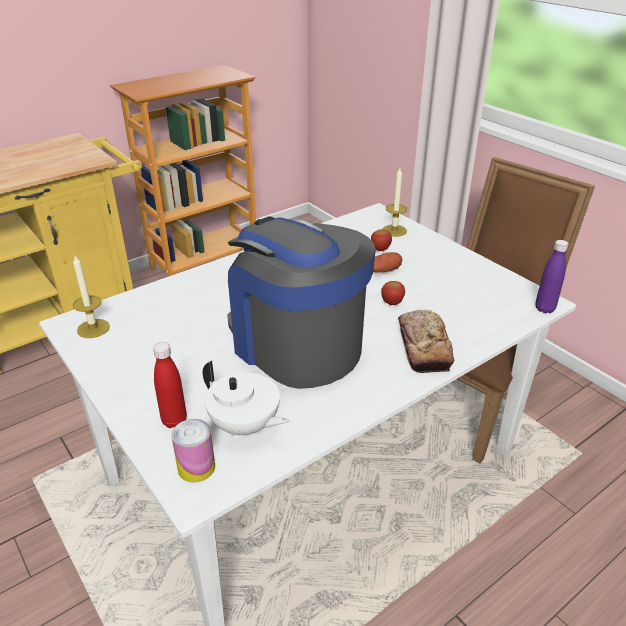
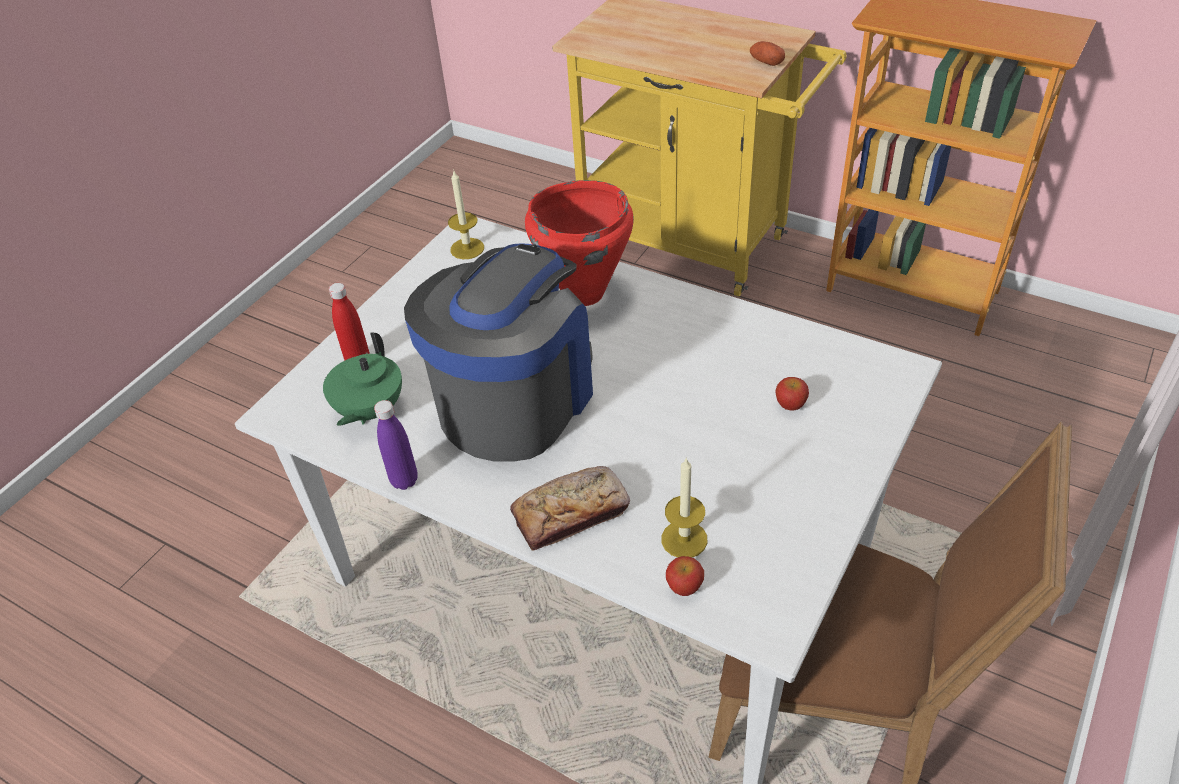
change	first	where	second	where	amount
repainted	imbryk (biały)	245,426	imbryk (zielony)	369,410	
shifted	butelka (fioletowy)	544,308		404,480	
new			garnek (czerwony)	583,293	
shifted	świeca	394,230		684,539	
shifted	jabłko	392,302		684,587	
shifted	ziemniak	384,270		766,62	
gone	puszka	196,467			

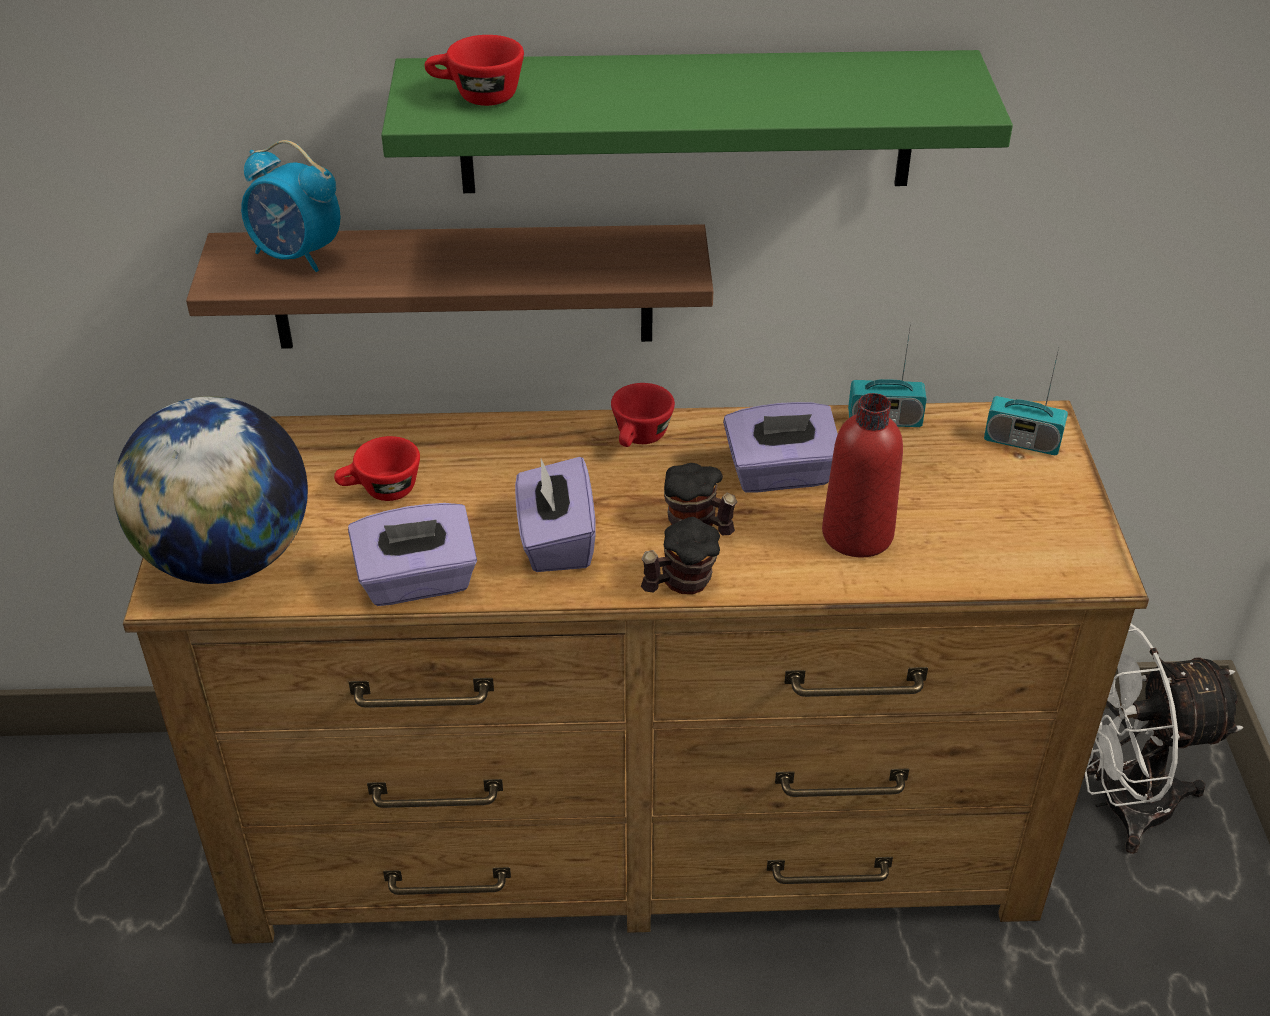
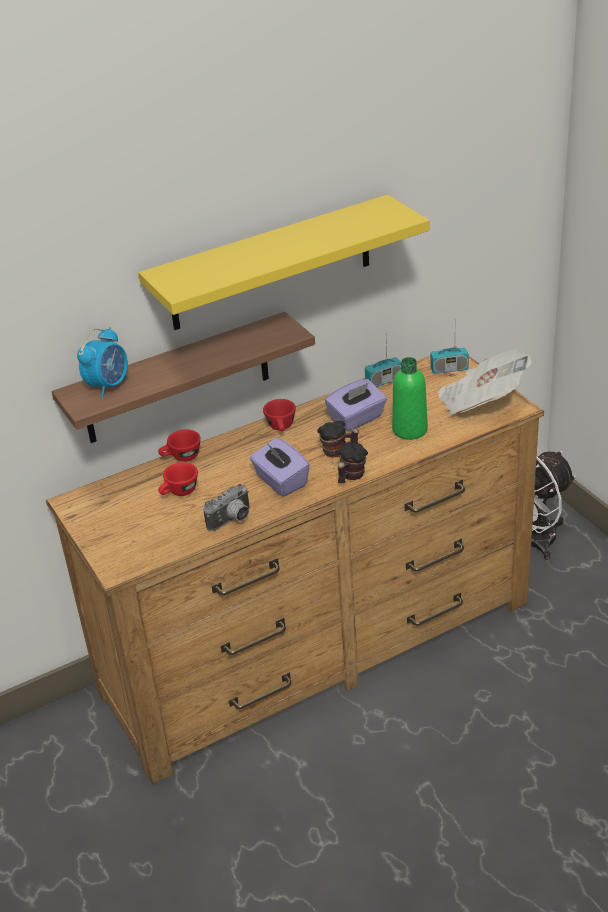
change	first	where	second	where	amount
rotated	budzik	297,256		108,385	60 degrees counterclockwise
repainted	półka (zielony)	687,122	półka (żółty)	271,264	
shifted	filiżanka (czerwony)	476,96		181,457	
swapped	pudełko chusteczek (fioletowy)	417,582	aparat fotograficzny	232,521	
repainted	butelka (czerwony)	857,534	butelka (zielony)	410,430	
new			gazeta	481,402	
gone	globus	228,558			

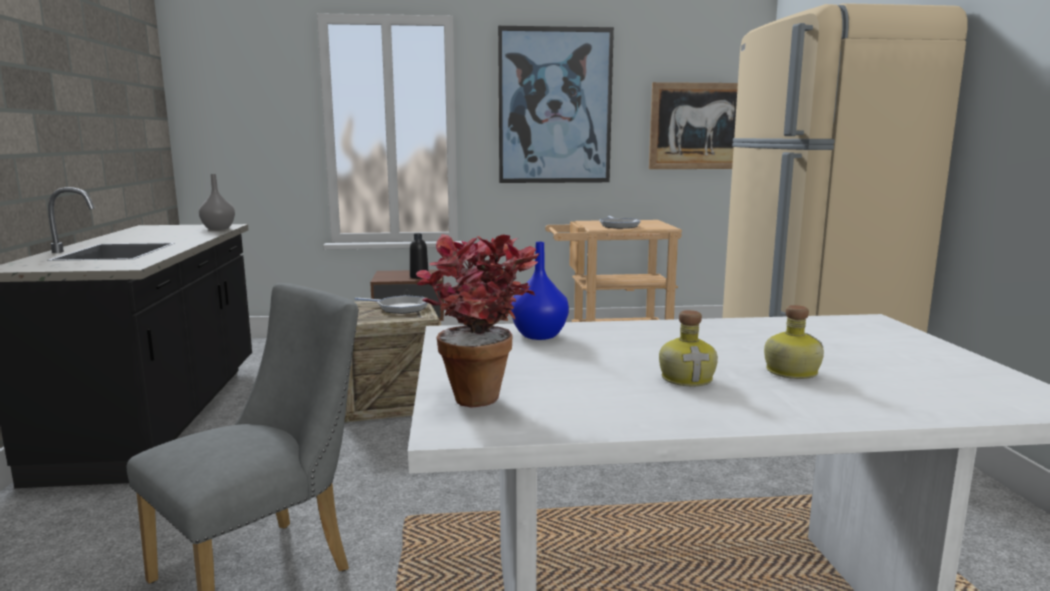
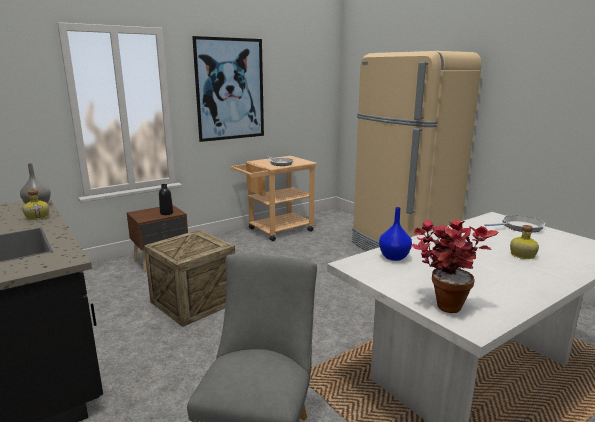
change	first	where	second	where	amount
shifted	butelka	687,378		38,217	
shifted	patelnia	400,308		519,227	
gone	obraz	698,126			

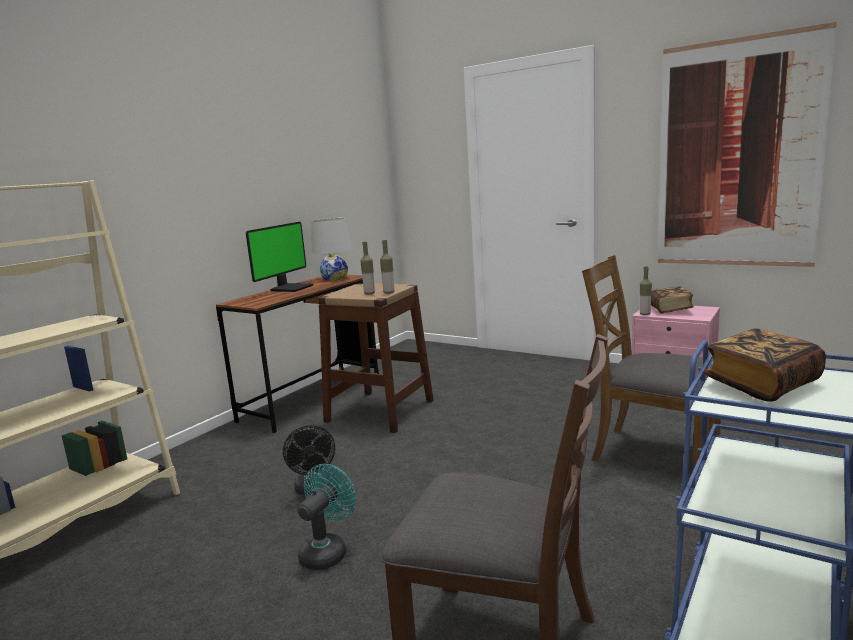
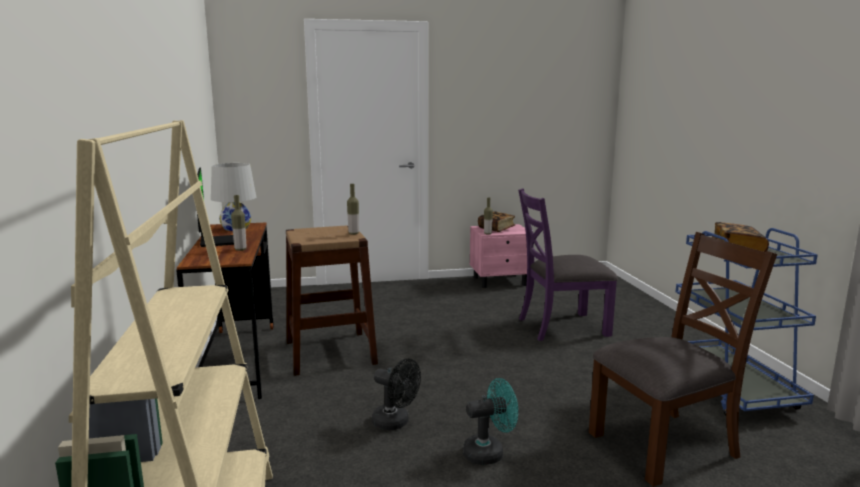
change	first	where	second	where	amount
shifted	butelka	369,293		240,249	
rotated	wentylator (turkusowy)	327,551		489,452	90 degrees clockwise
repainted	krzesło (brązowy)	653,453	krzesło (fioletowy)	562,326	
gone	obraz	737,155			

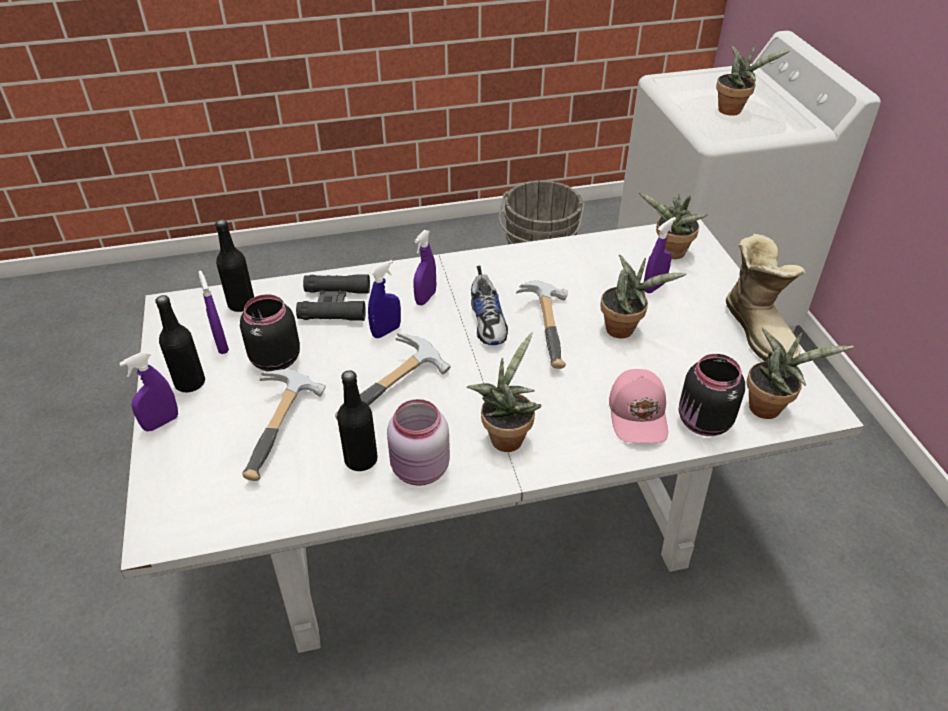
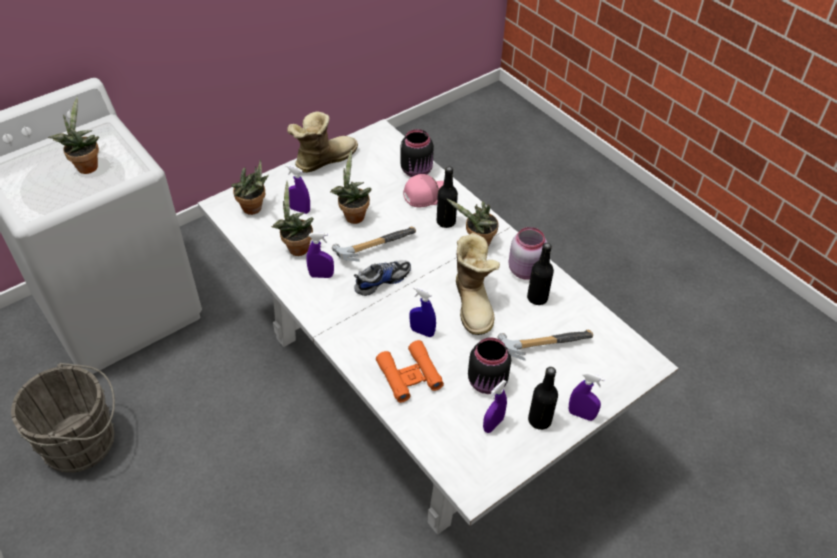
change	first	where	second	where	amount
shifted	roślina doniczkowa	769,406		296,247	
shifted	spryskiwacz (fioletowy)	425,298		321,275	
repainted	lornetka (czarny)	335,304	lornetka (pomarańczowy)	409,375	
shifted	butelka (czarny)	241,304		446,222	
swapped	młotek	396,391	but z cholewką	474,304	

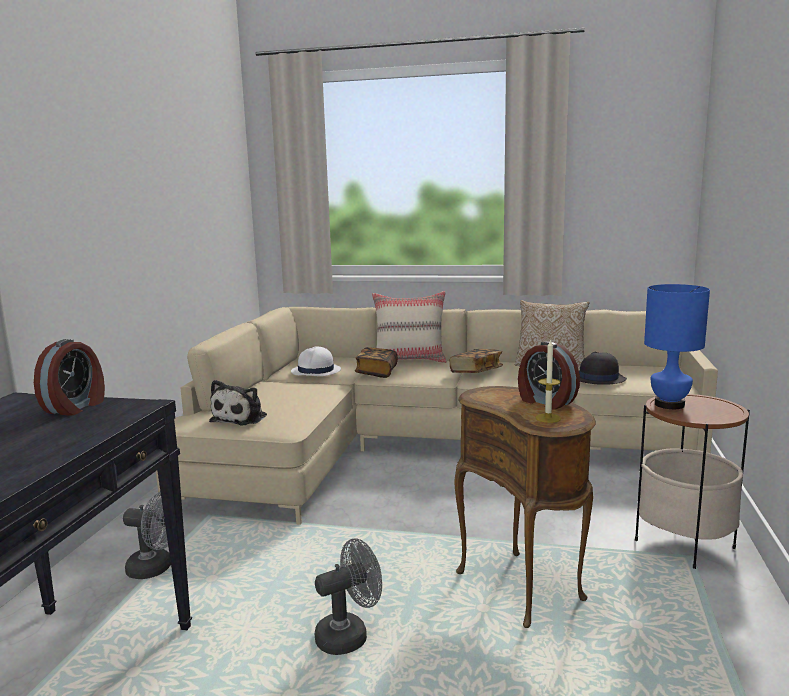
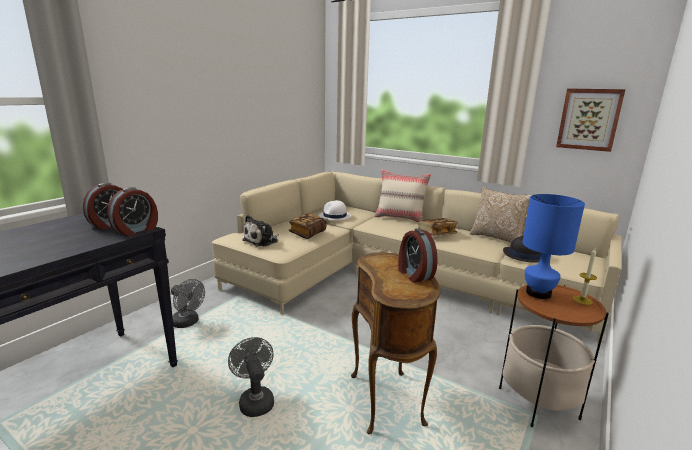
change	first	where	second	where	amount
new			budzik	136,230	
rotated	wentylator (szary)	349,635		255,400	105 degrees counterclockwise
shifted	książka	376,372		307,233	
new			obraz	589,119	
shifted	świeca	548,418		582,300	

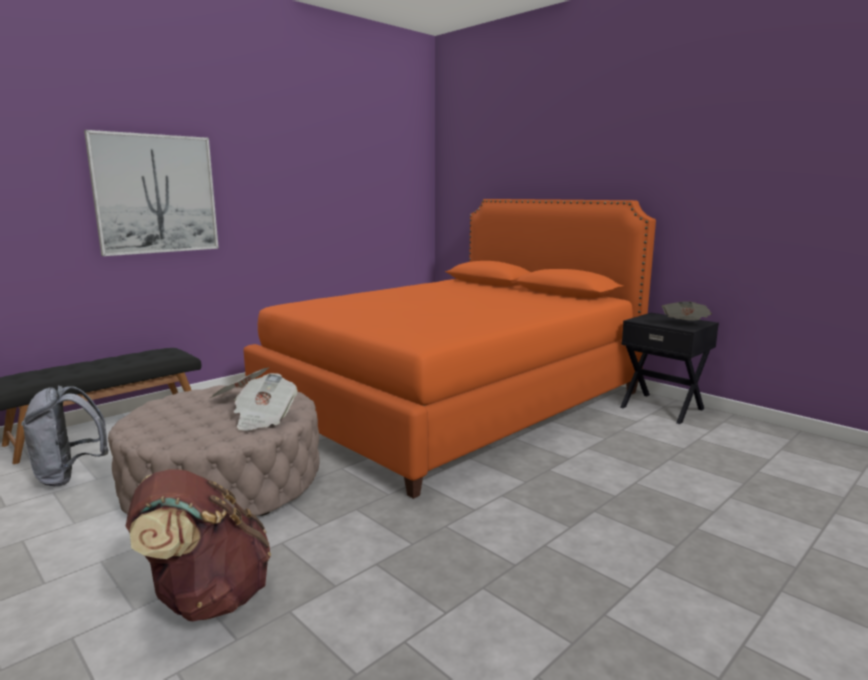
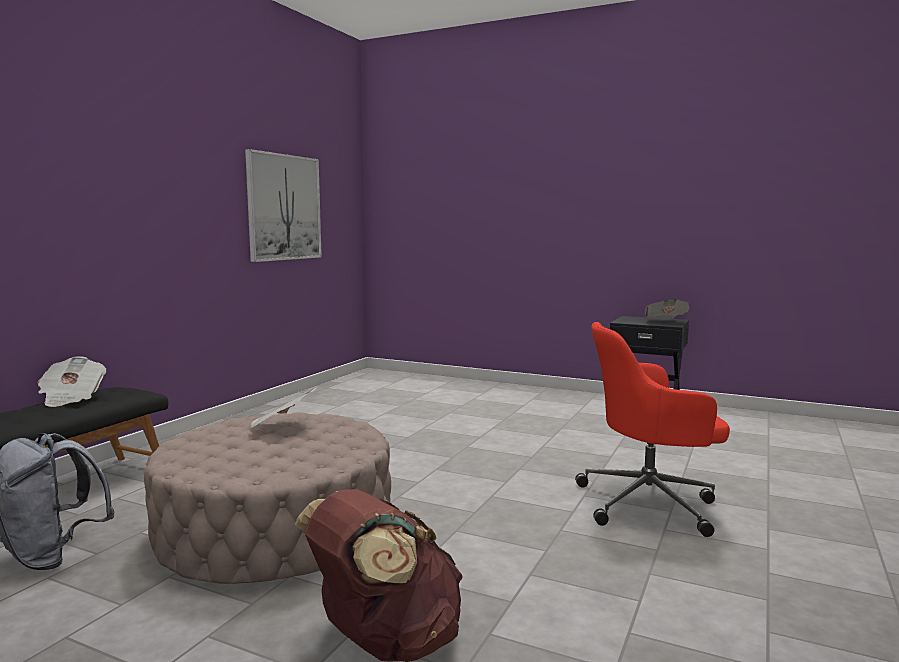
change	first	where	second	where	amount
shifted	gazeta	264,418		71,398	
shifted	obraz	156,194		284,207	
new			krzesło biurowe (czerwony)	650,503	
gone	łóżko (pomarańczowy)	453,402			

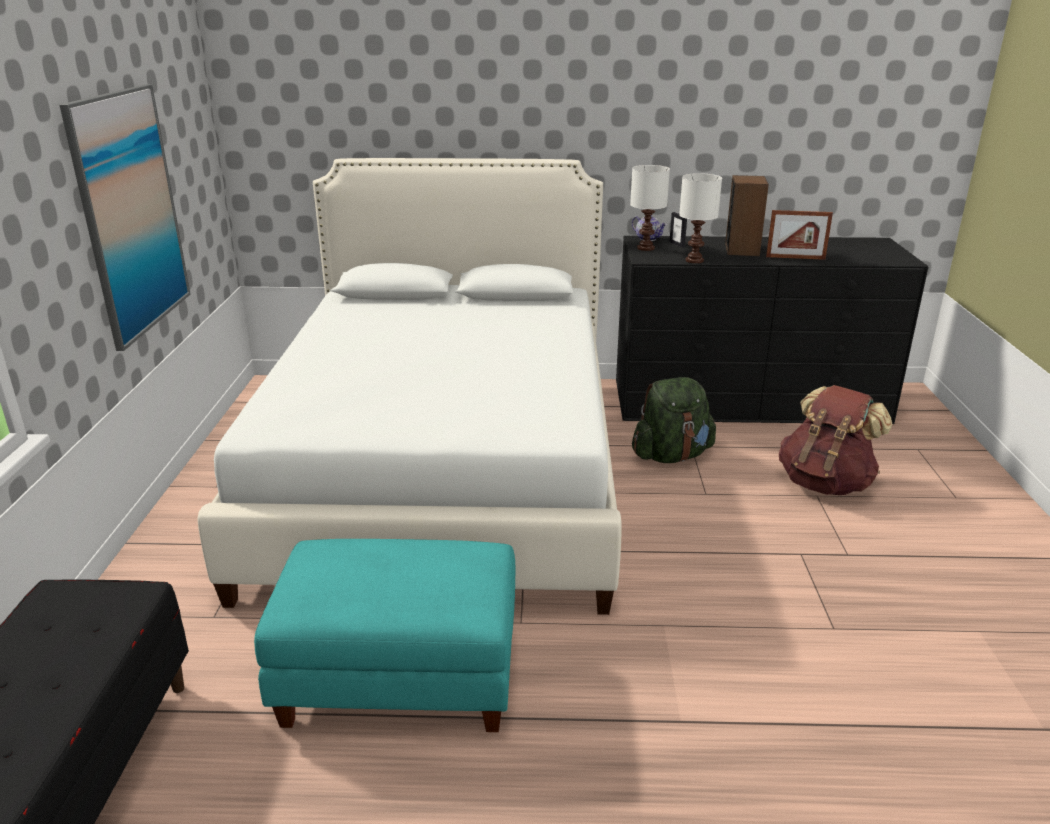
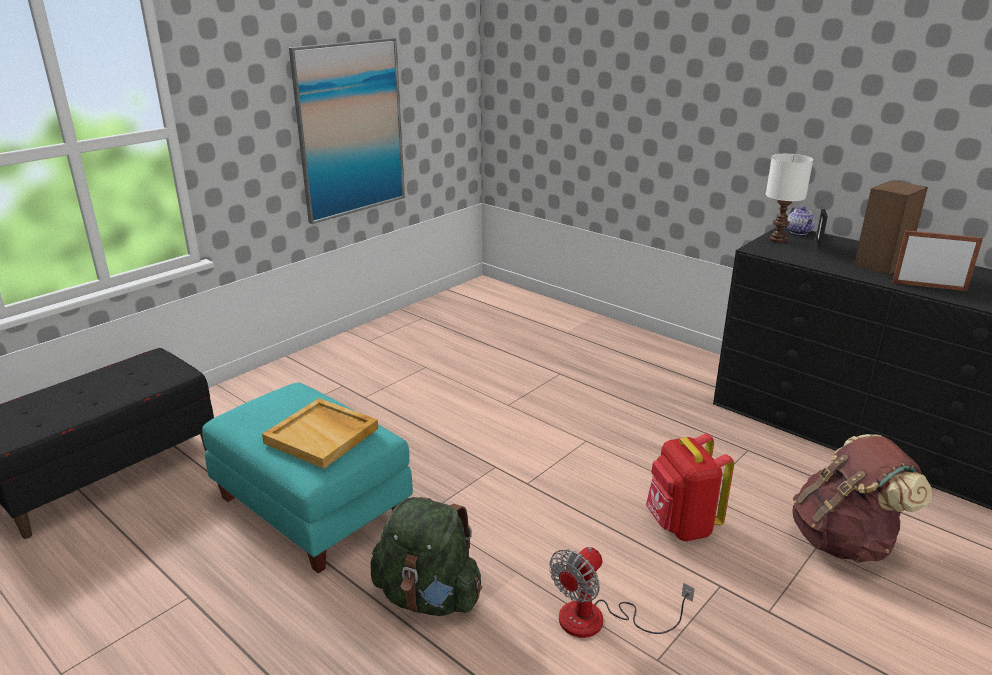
change	first	where	second	where	amount
new			taca (beżowy)	323,435	
shifted	plecak (zielony)	671,455		428,597	
new			wentylator	598,620	
new			plecak (czerwony)	681,525	
rotated	ramka na zdjęcie	795,258		929,286	150 degrees clockwise
gone	łóżko (biały)	446,470			
gone	lampa stołowa (biały)	695,260			

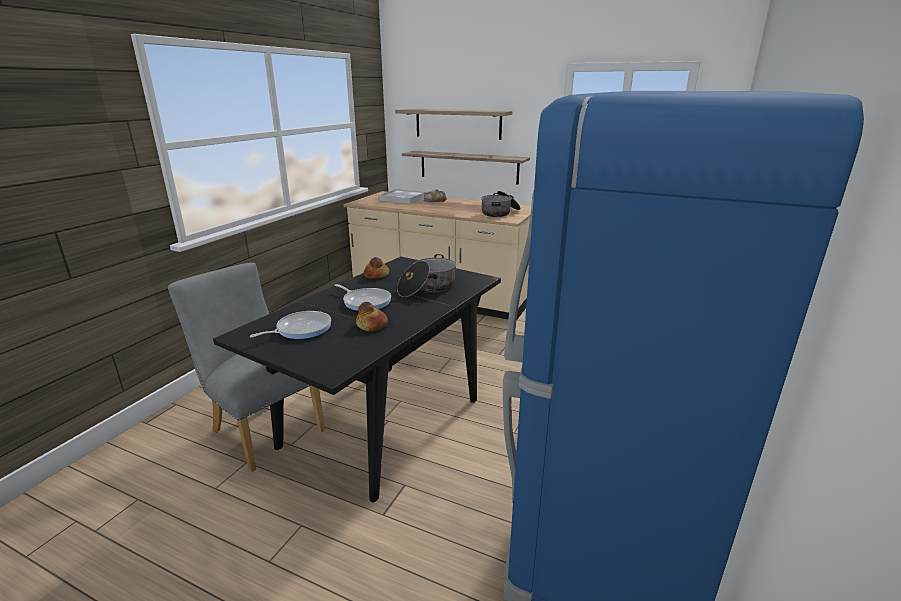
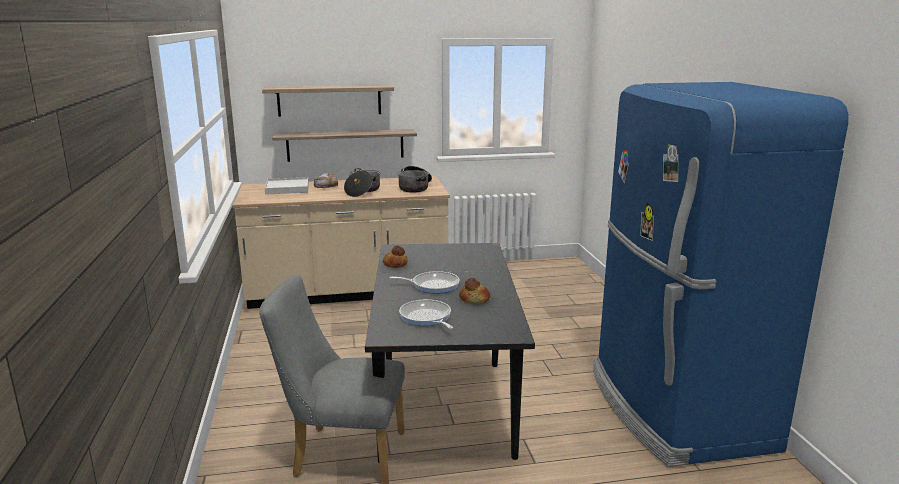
change	first	where	second	where	amount
shifted	garnek	427,288		362,191	
rotated	patelnia	301,329		426,318	45 degrees counterclockwise

